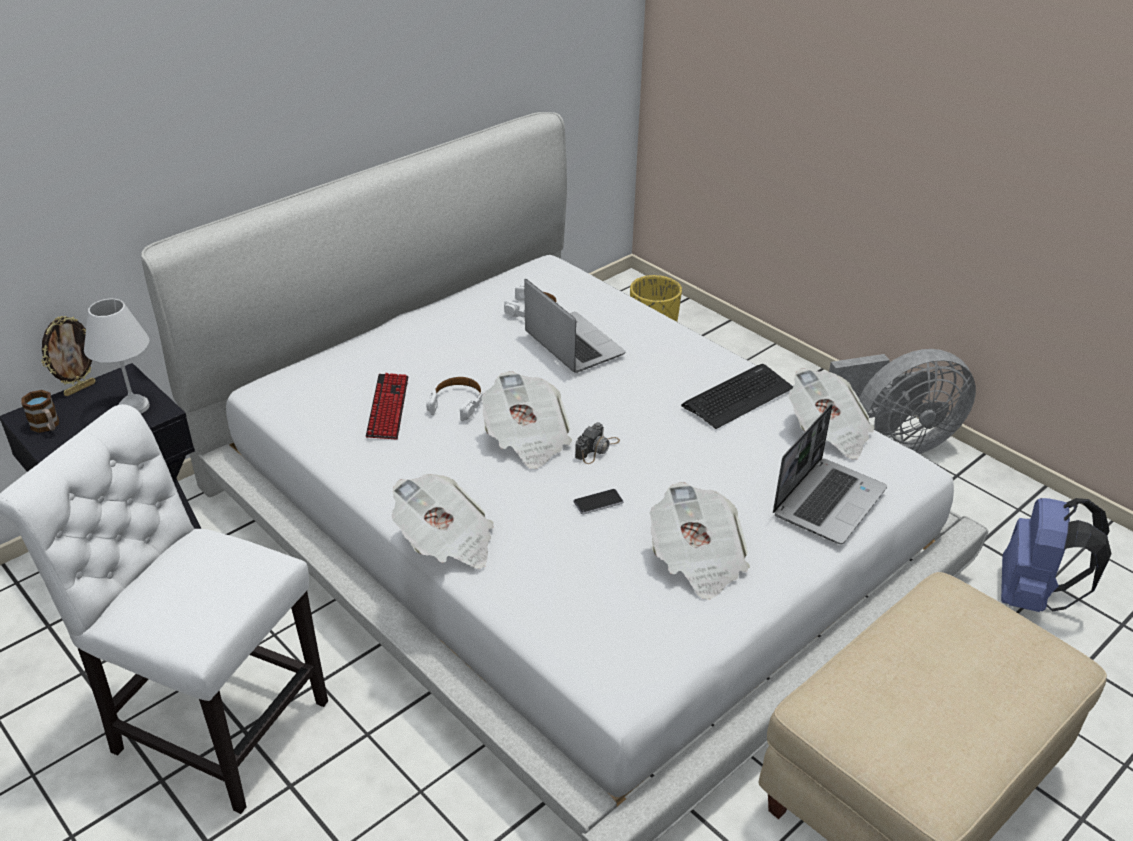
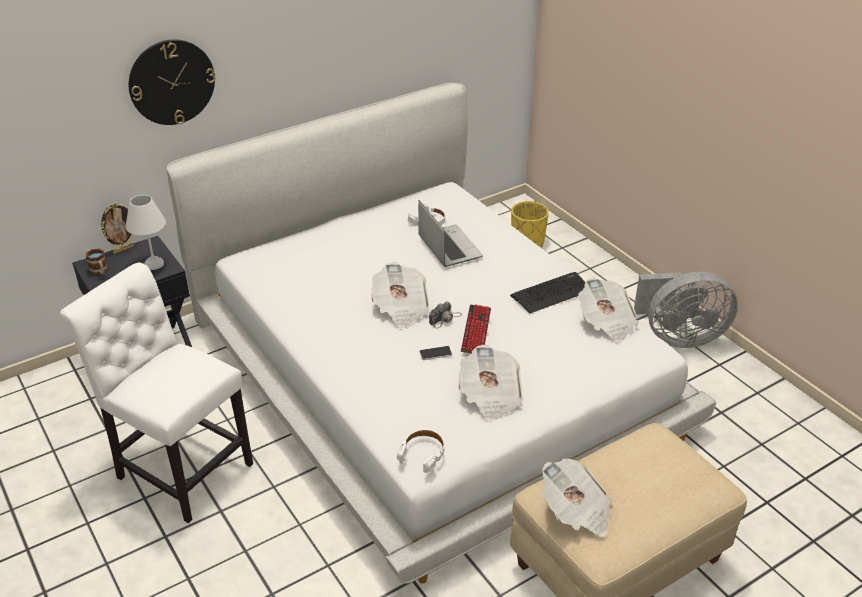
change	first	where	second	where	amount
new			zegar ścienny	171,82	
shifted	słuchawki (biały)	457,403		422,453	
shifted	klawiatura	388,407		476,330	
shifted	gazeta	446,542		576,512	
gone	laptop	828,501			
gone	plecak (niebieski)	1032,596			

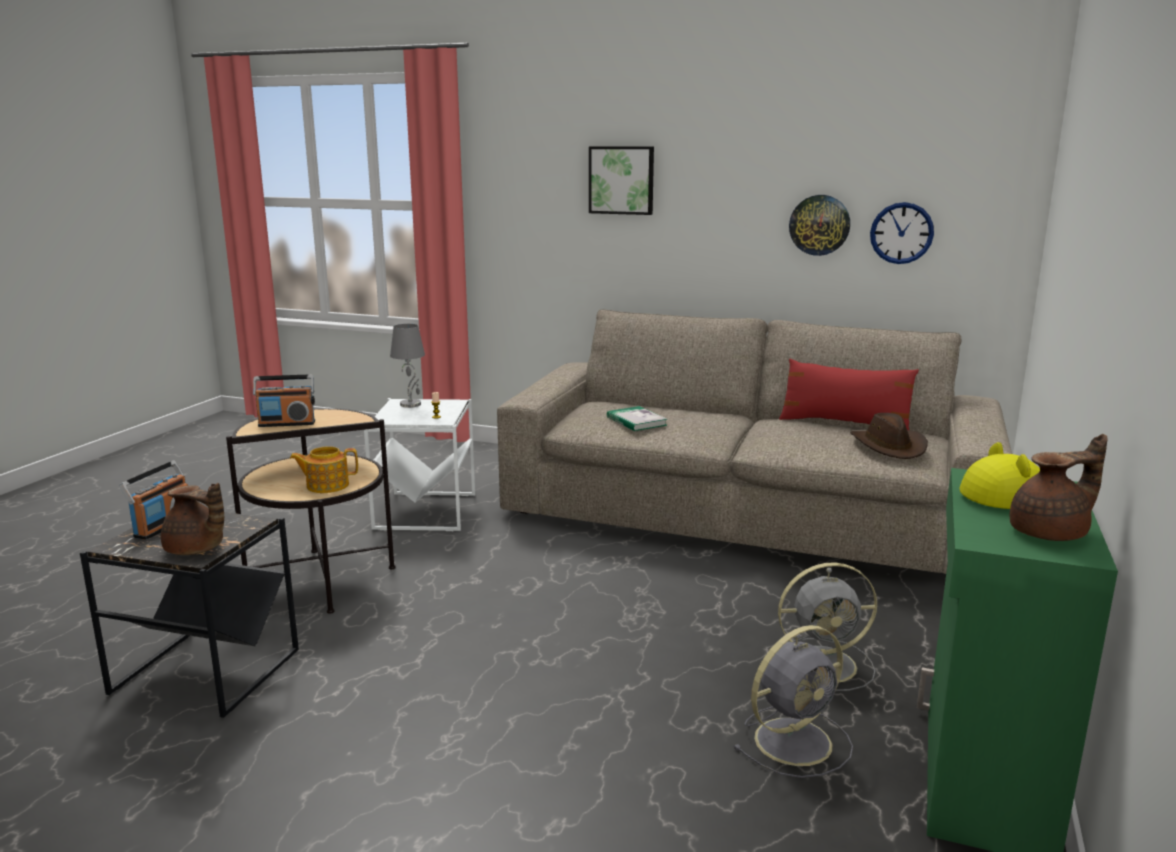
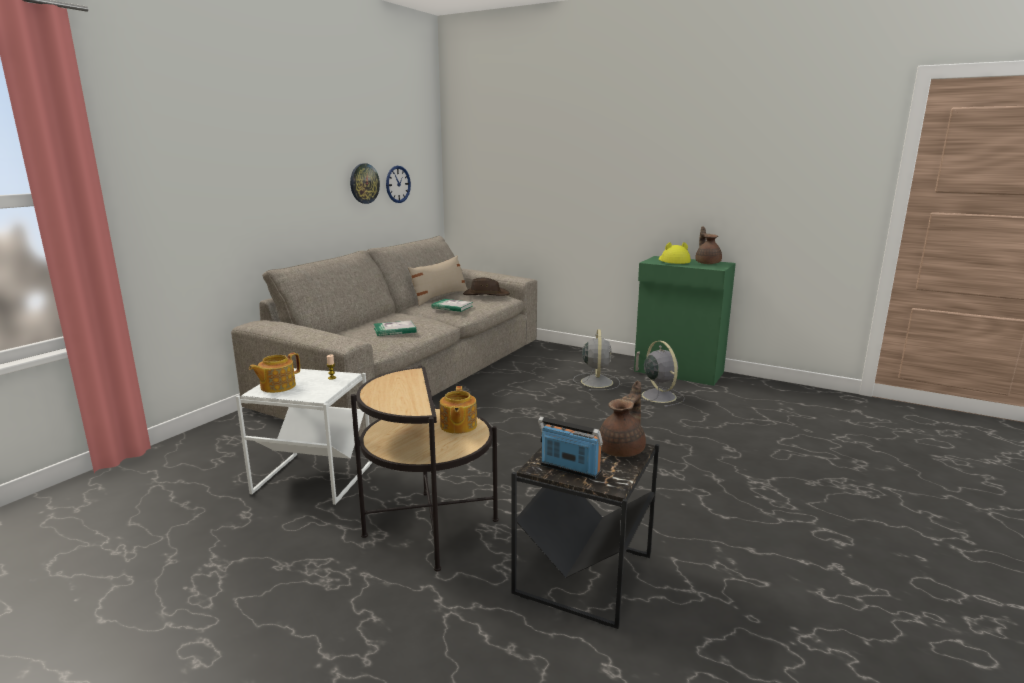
change	first	where	second	where	amount
swapped	lampa stołowa (szary)	411,404	imbryk	277,386	
repainted	poduszka (czerwony)	844,424	poduszka (beżowy)	439,297	
new			książka	452,307	
gone	radio	287,423			
gone	obraz	622,180			

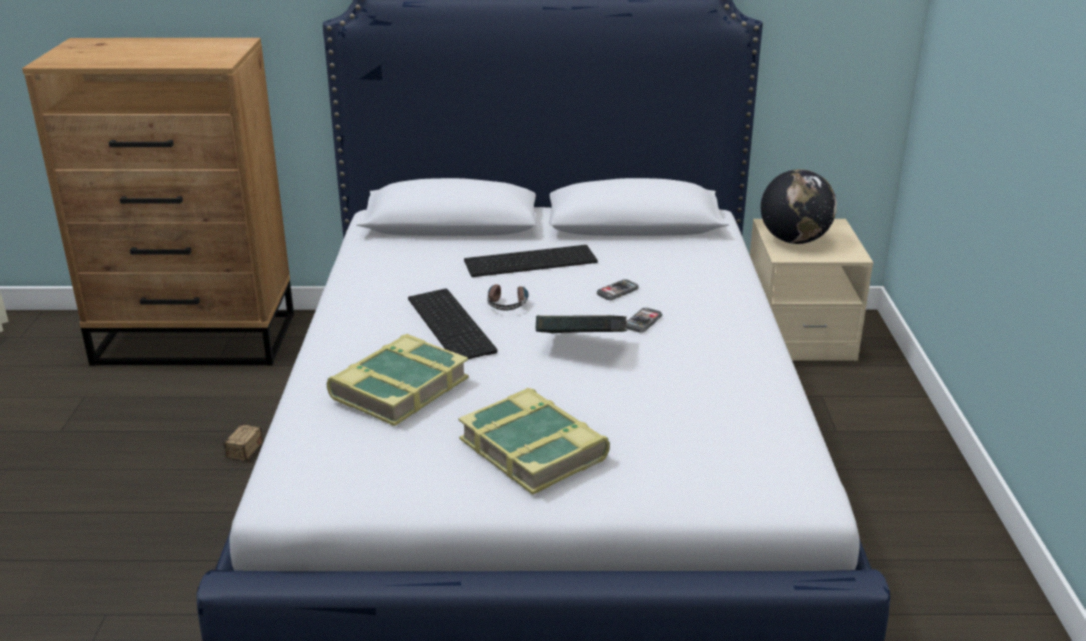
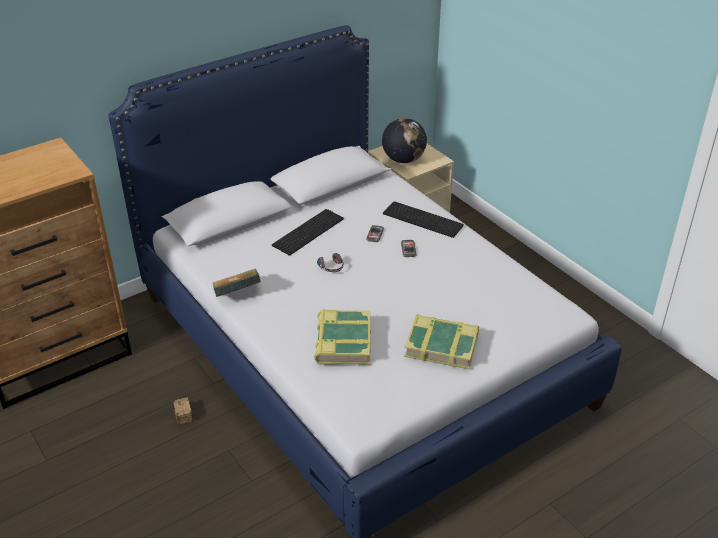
change	first	where	second	where	amount
shifted	książka	581,347		237,294	
shifted	klawiatura	454,324		424,219	

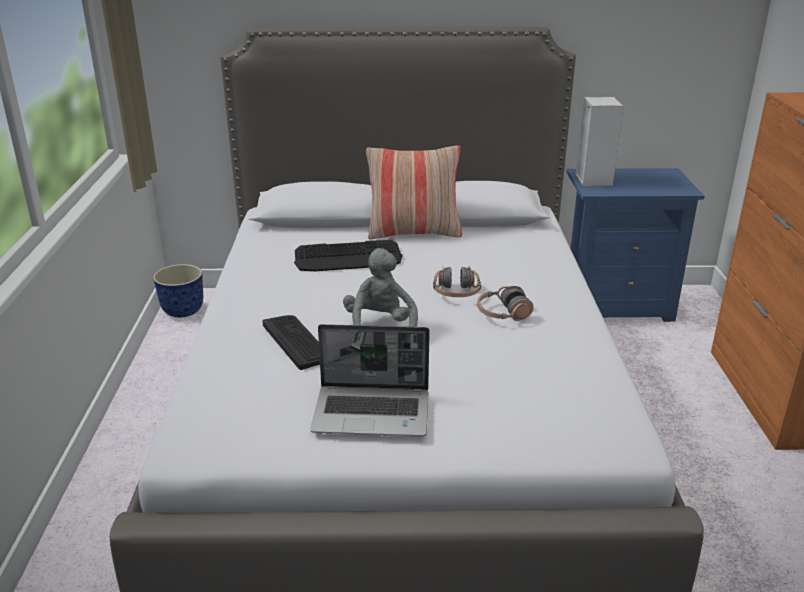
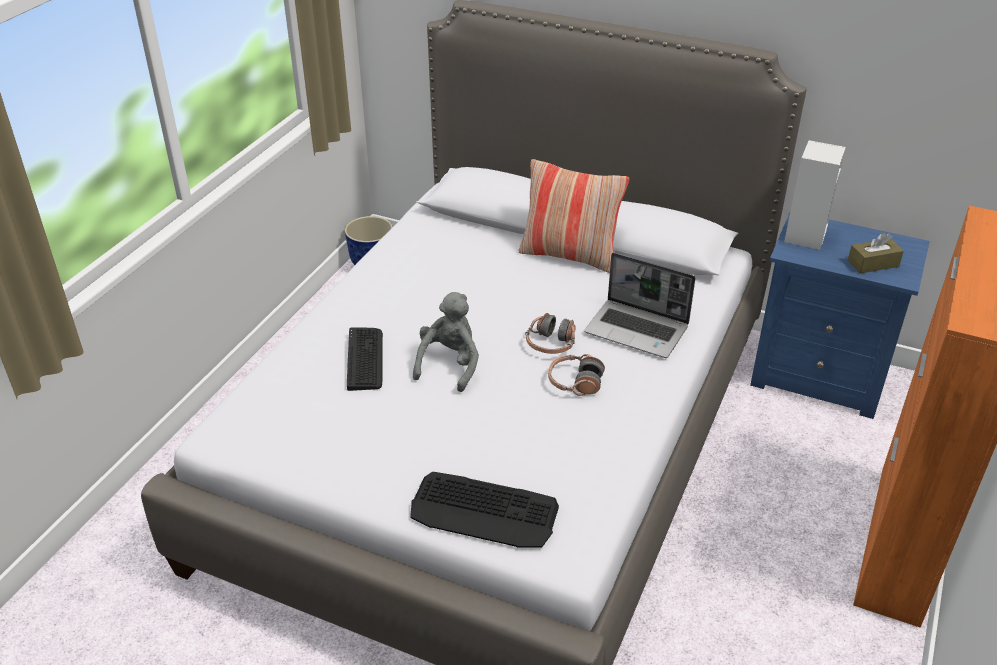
change	first	where	second	where	amount
shifted	klawiatura	348,258		484,511	
shifted	laptop	373,412		638,330	
new			pudełko chusteczek (brązowy)	873,263	

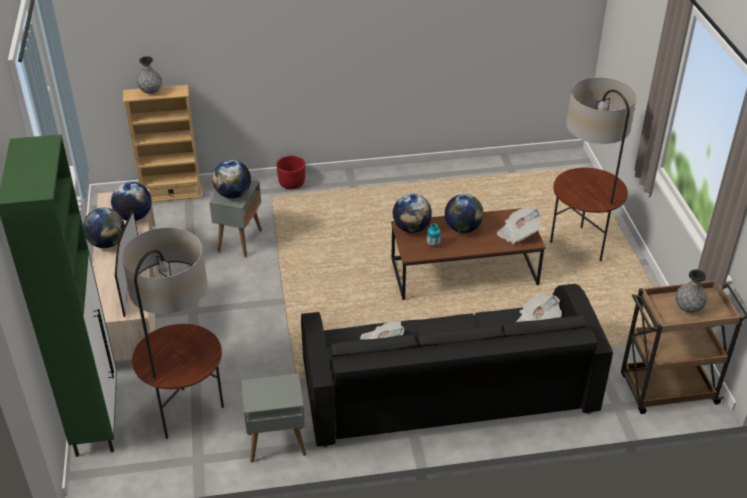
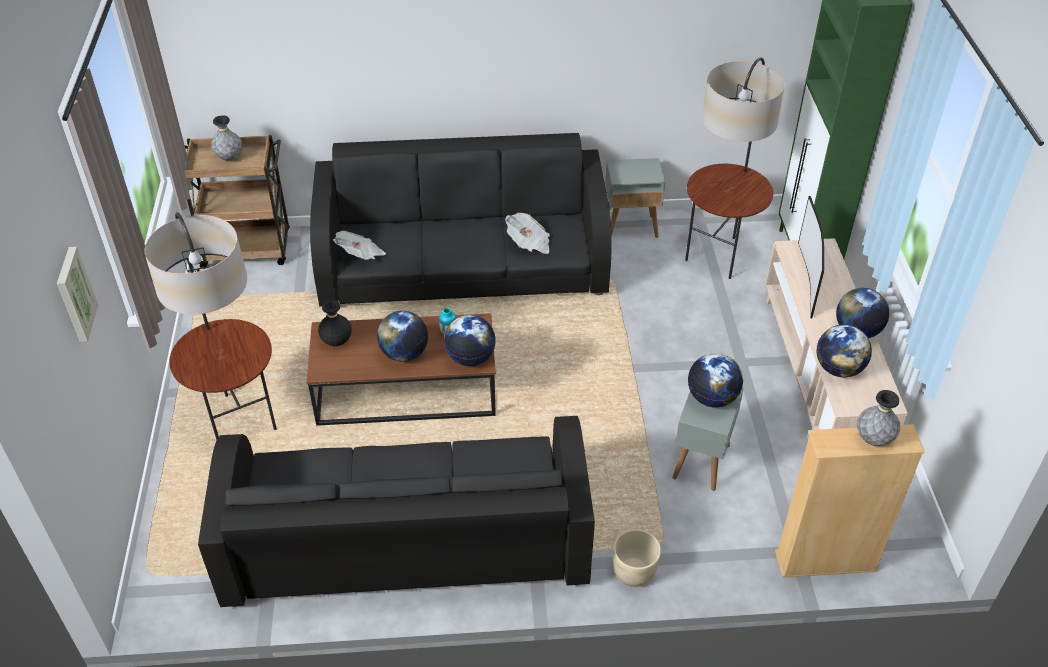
change	first	where	second	where	amount
new			obraz	74,294	
new			kanapa (czarny)	406,537	
swapped	gazeta	518,233	wazon (czarny)	337,342	
repainted	donica (czerwony)	292,183	donica (beżowy)	634,572	

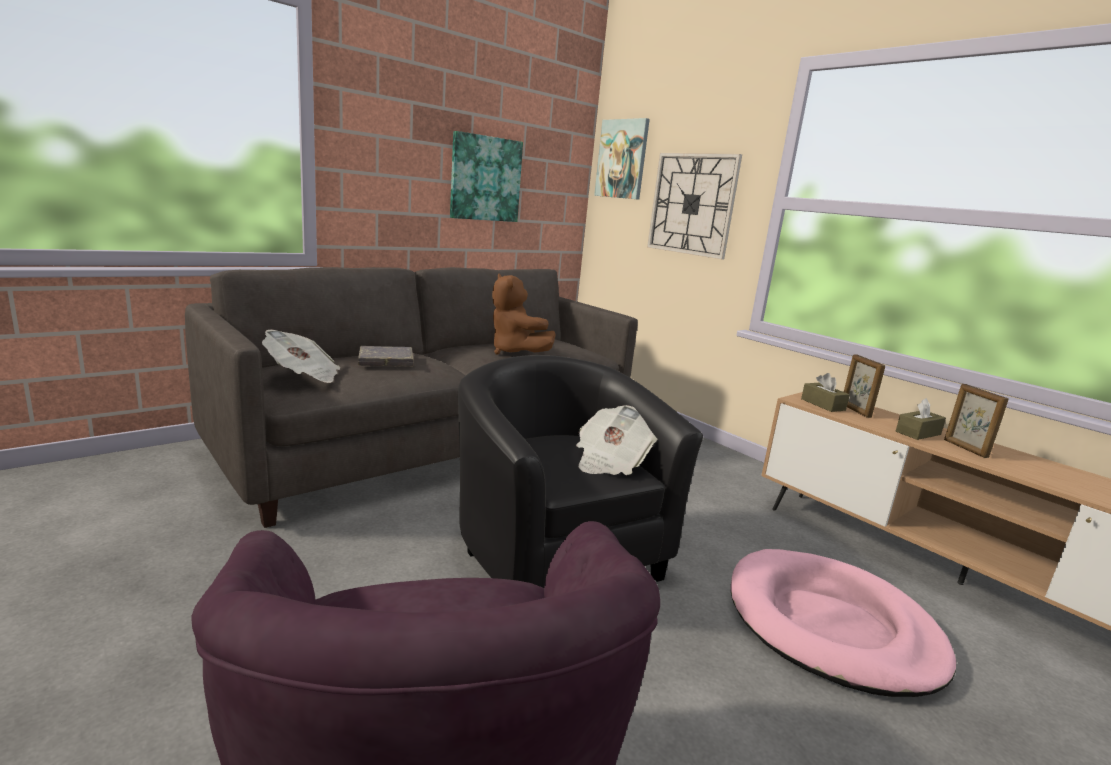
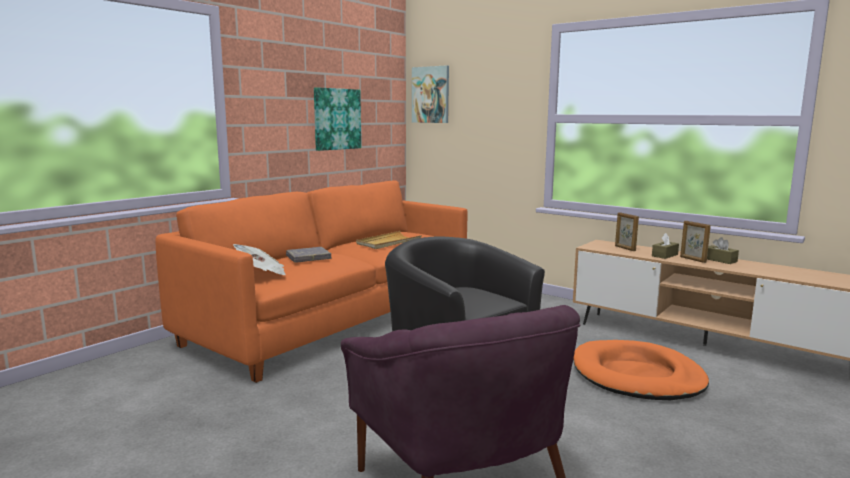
change	first	where	second	where	amount
repainted	kanapa (szary)	434,444	kanapa (pomarańczowy)	335,319	
swapped	pluszak (brązowy)	515,352	taca (beżowy)	388,242	
repainted	legowisko (różowy)	831,626	legowisko (pomarańczowy)	637,376	
shifted	pudełko chusteczek (brązowy)	822,404		720,260	
gone	gazeta	610,461			
gone	zegar ścienny	692,204			

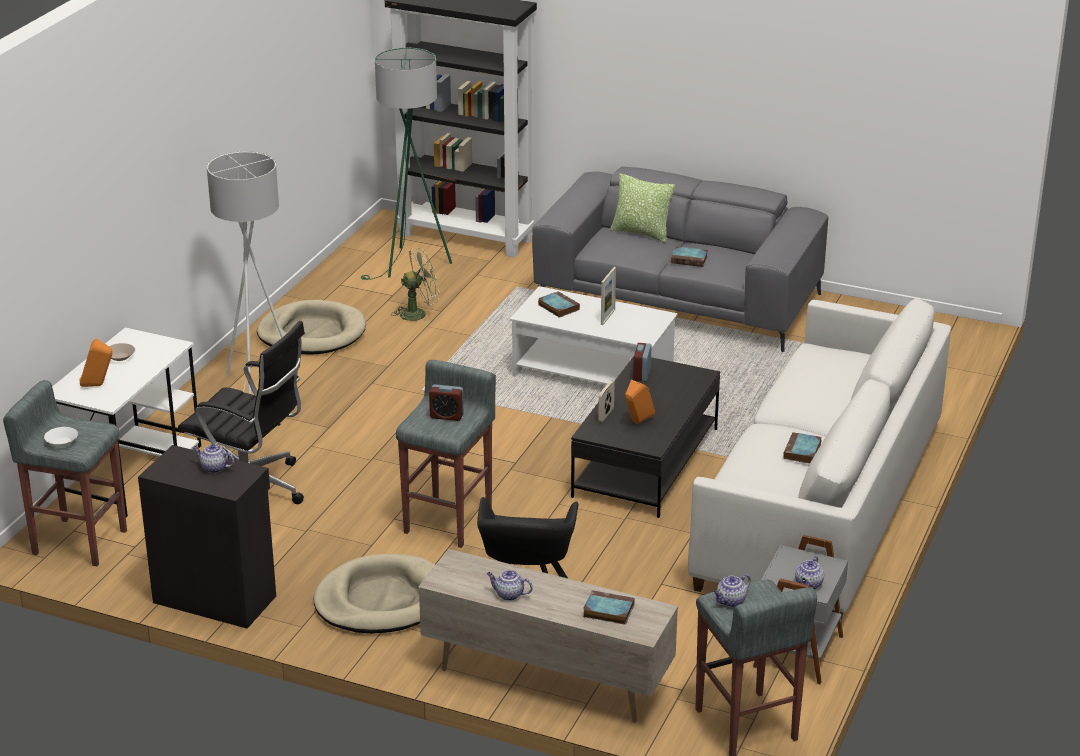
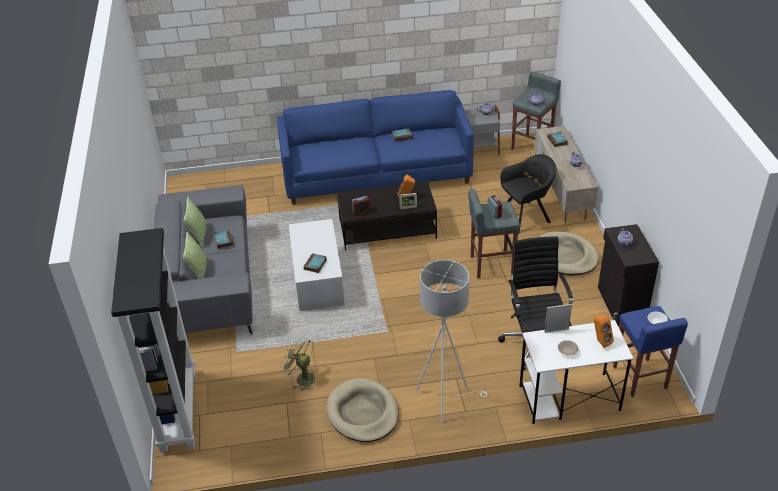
change	first	where	second	where	amount
new			poduszka	199,235	
repainted	kanapa (biały)	820,505	kanapa (niebieski)	376,174	
shifted	ramka na zdjęcie	608,317		556,330	
repainted	stołek (szary)	79,541	stołek (niebieski)	639,378	
gone	lampa stojąca (zielony)	410,265			

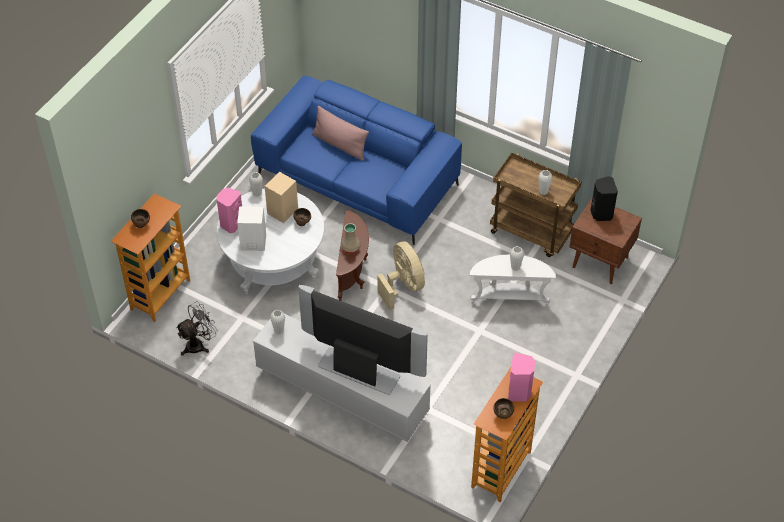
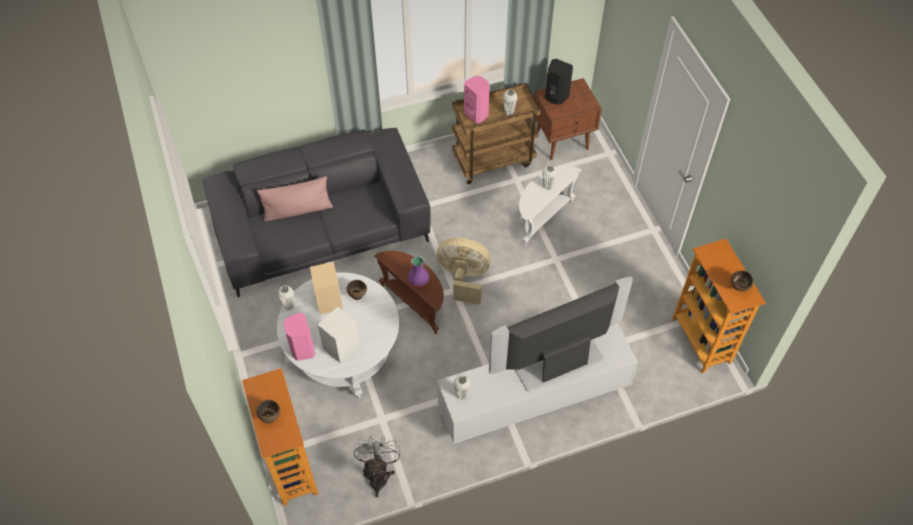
change	first	where	second	where	amount
repainted	kanapa (niebieski)	357,180	kanapa (szary)	322,232	
repainted	wazon (beżowy)	351,248	wazon (fioletowy)	419,280	
shifted	głośnik (różowy)	520,392		477,114	

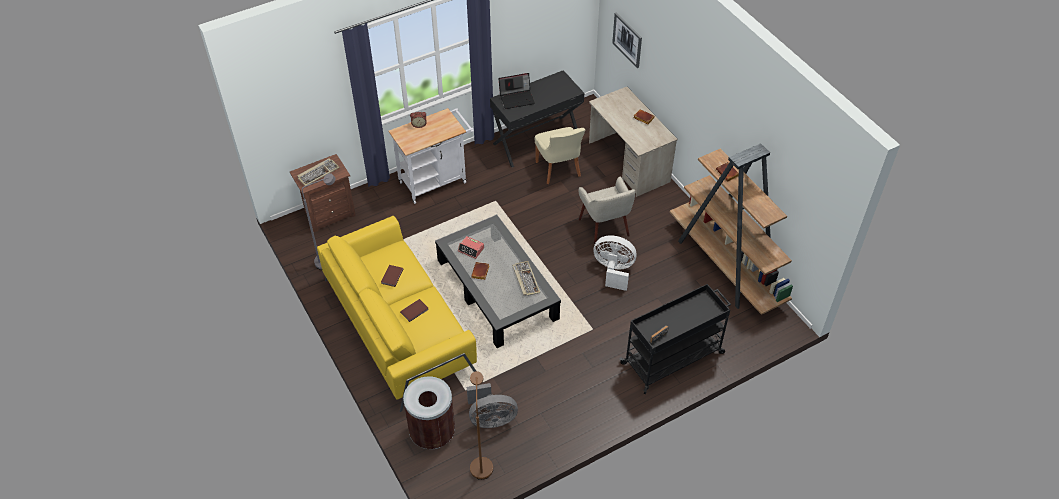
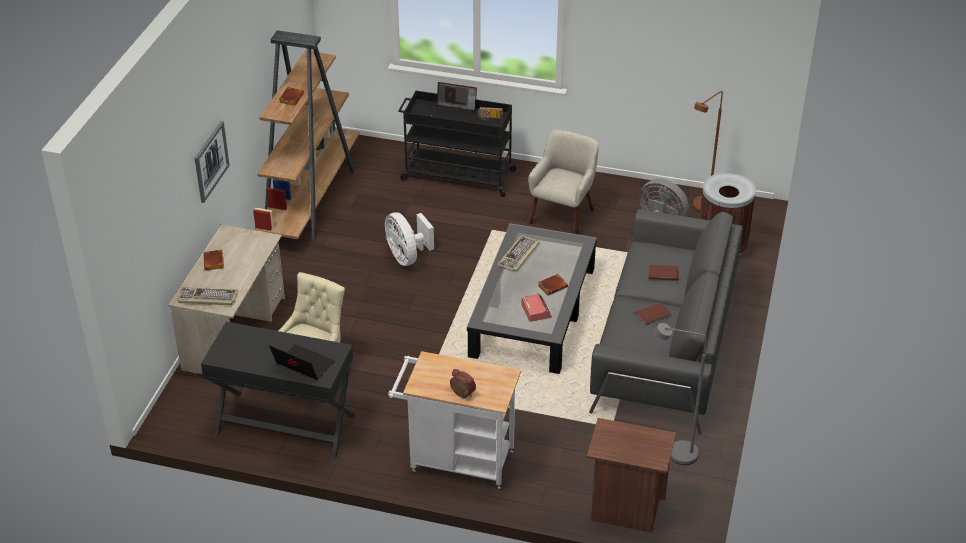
change	first	where	second	where	amount
shifted	klawiatura	318,173		207,298	
shifted	obraz	627,40		211,161	
new			laptop	454,114	
shifted	fotel (beżowy)	604,227		563,216	
repainted	kanapa (żółty)	398,325	kanapa (szary)	665,342	

